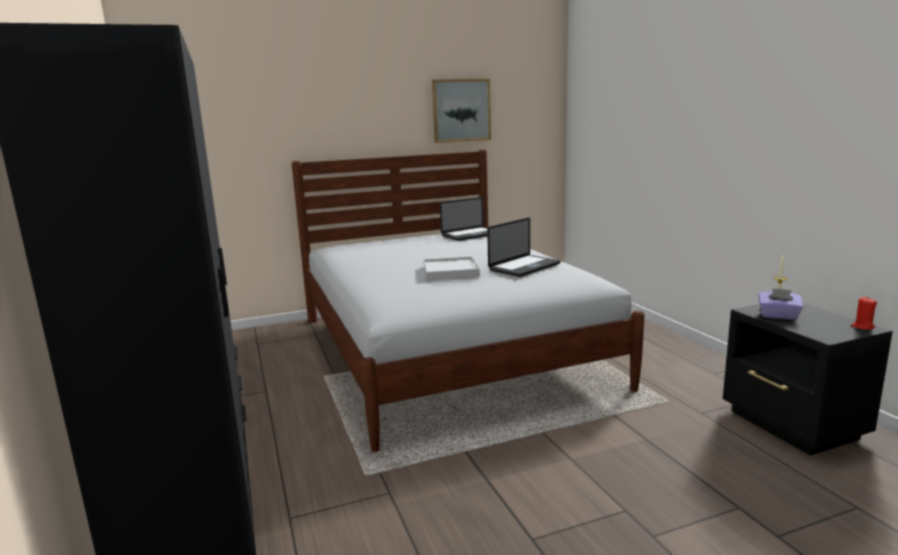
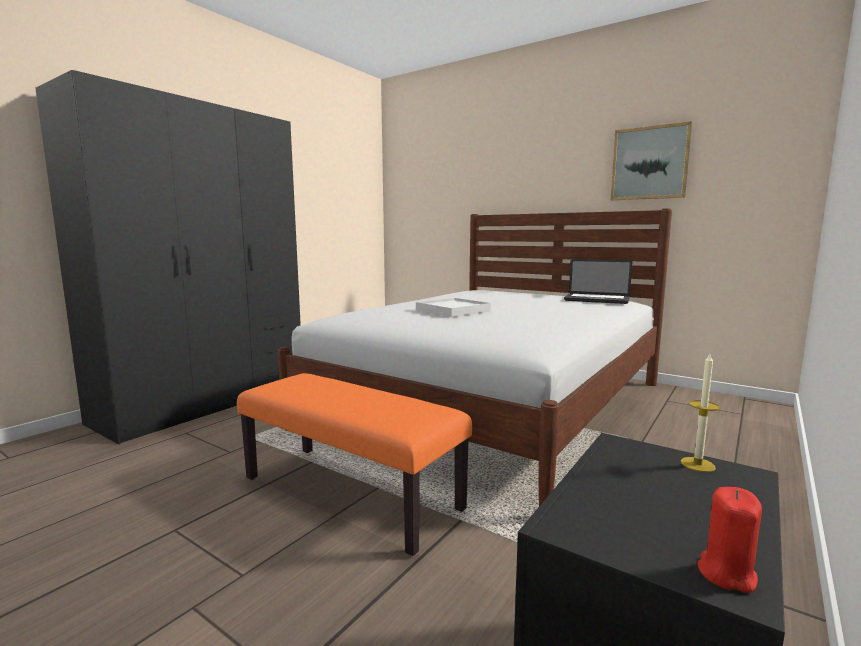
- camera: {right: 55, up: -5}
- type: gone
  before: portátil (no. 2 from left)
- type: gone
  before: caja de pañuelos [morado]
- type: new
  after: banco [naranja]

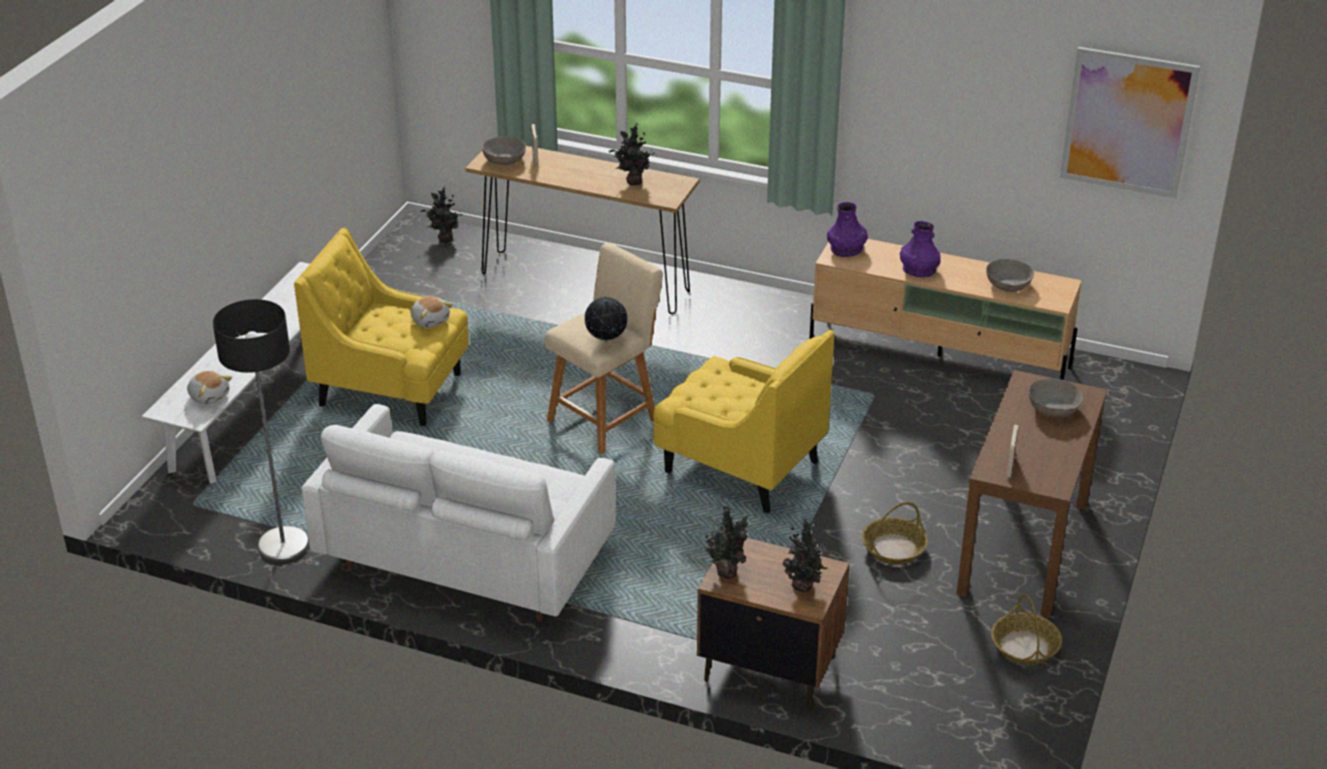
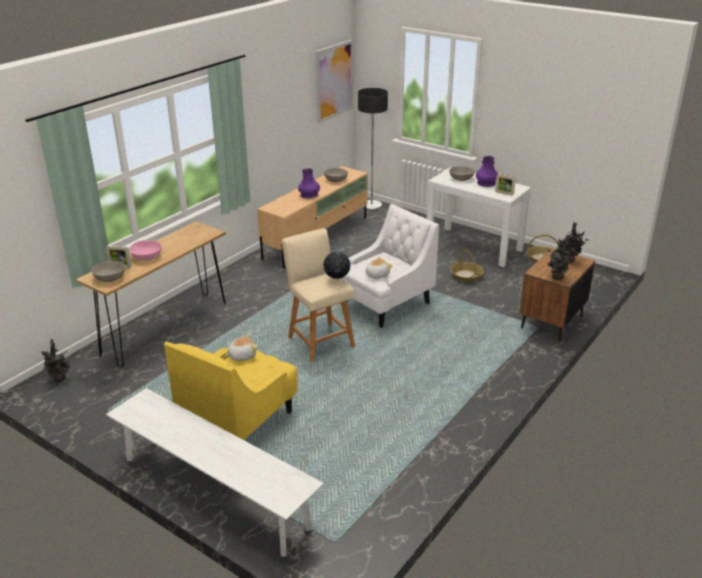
- camera: {right: -75, up: -5}
- type: gone
  before: planta en maceta (no. 2 from left)
- type: shifted
  before: florero [morado] (no. 1 from left in the first image)
  after: florero [morado] (no. 2 from left)
- type: shifted
  before: lámpara de pie
- type: repainted
  before: sillón [amarillo] (no. 2 from left)
  after: sillón [blanco]
- type: repainted
  before: mesa consola [marrón] (no. 2 from left)
  after: mesa consola [blanco]
- type: shifted
  before: peluche (no. 1 from left in the first image)
  after: peluche (no. 2 from left)
- type: gone
  before: sofá [blanco]
- type: new
  after: cuenco [rosa]

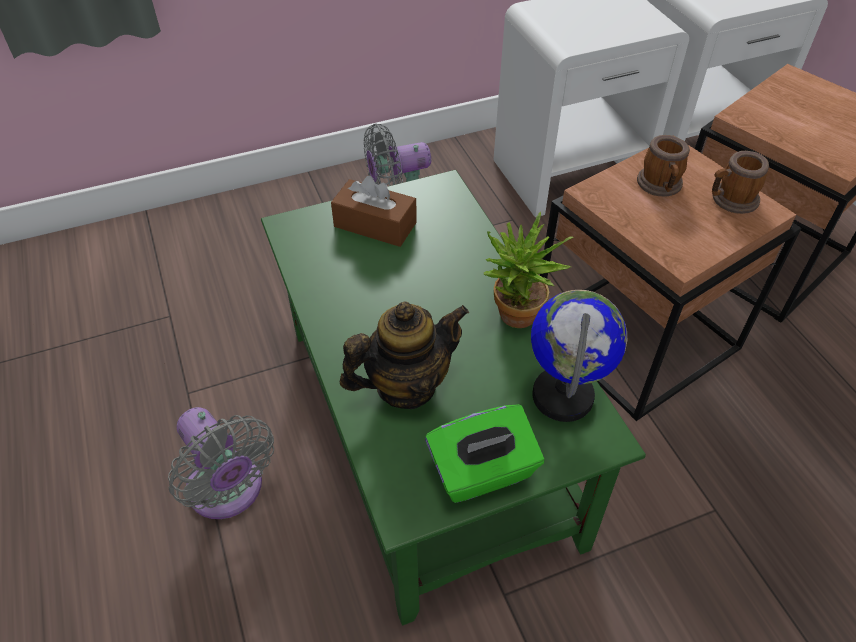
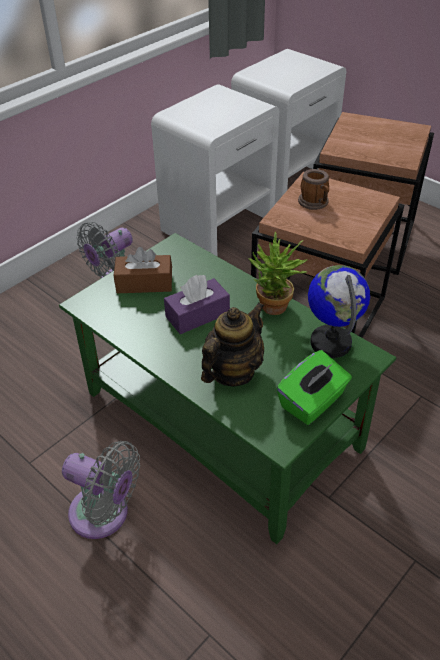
- camera: {right: -25, up: -5}
- type: gone
  before: taza grande (no. 2 from left)
- type: new
  after: caja de pañuelos [morado]

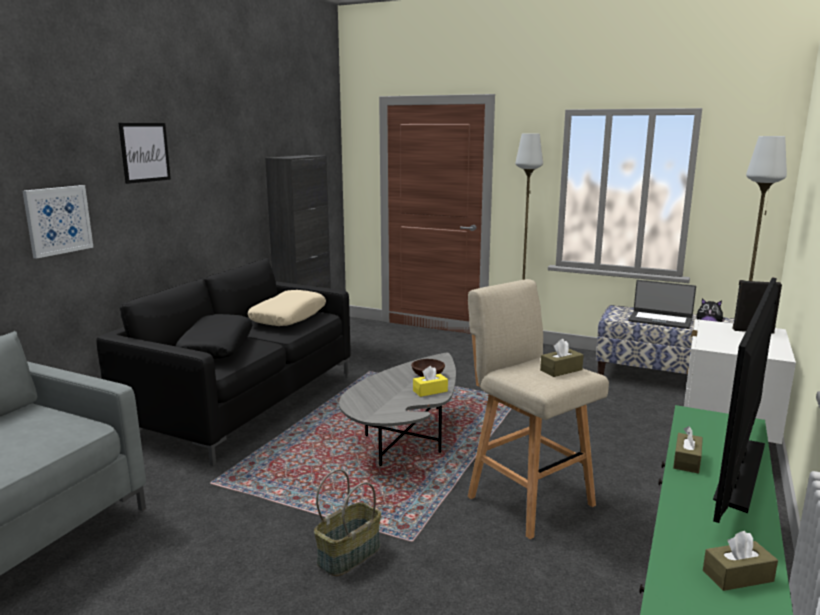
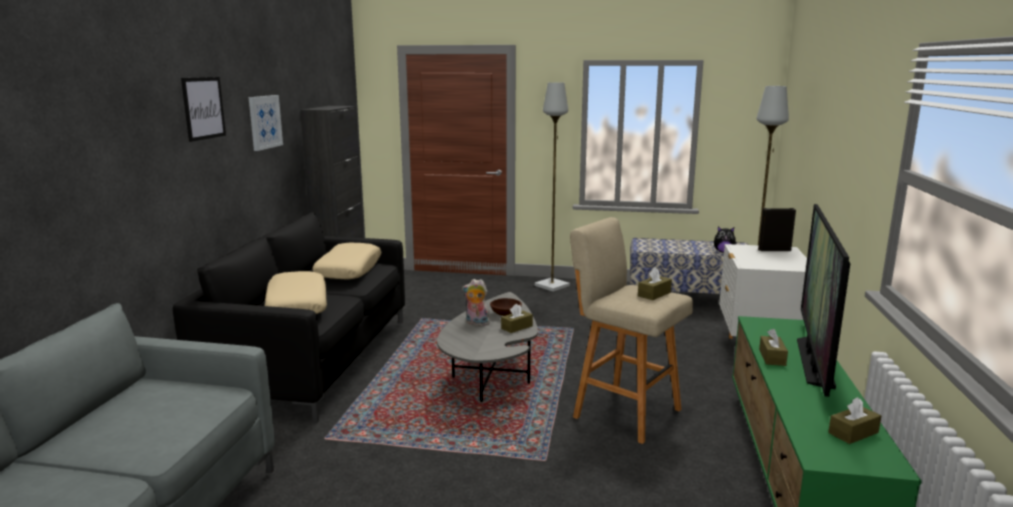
- camera: {right: -15, up: 0}
- type: shifted
  before: cuadro (no. 1 from left in the first image)
  after: cuadro (no. 2 from left)
- type: gone
  before: portátil
- type: repainted
  before: cojín [negro]
  after: cojín [beis] (no. 1 from left)
- type: repainted
  before: caja de pañuelos [amarillo]
  after: caja de pañuelos [marrón] (no. 1 from left)
- type: gone
  before: cesta
- type: new
  after: peluche (no. 1 from left)

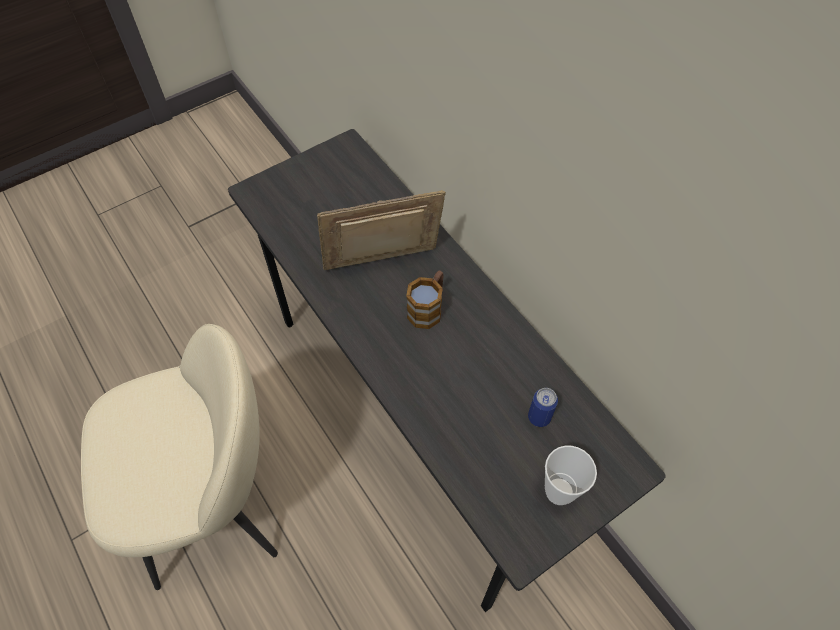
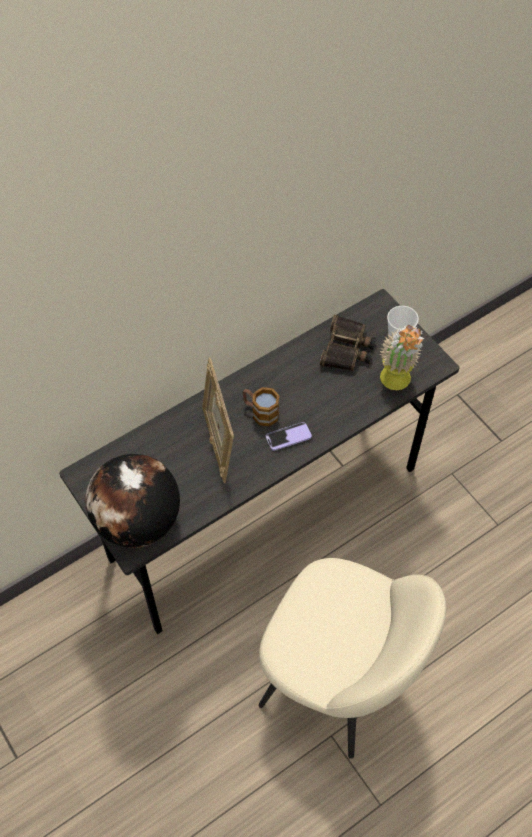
- camera: {right: -90, up: 0}
- type: rotated
  before: silla [beis]
  turn: 135
- type: swapped
  before: lata
  after: prismáticos
- type: new
  after: planta en maceta
- type: new
  after: móvil
- type: new
  after: globo terráqueo

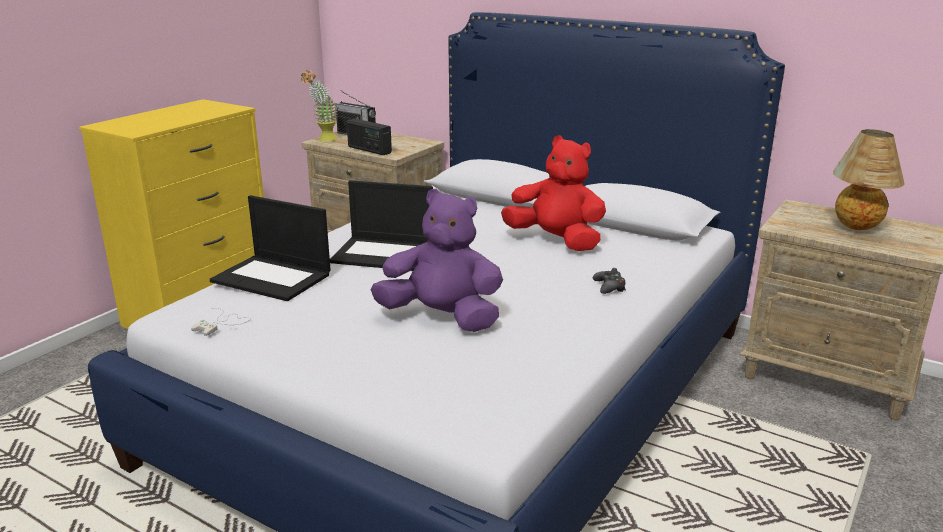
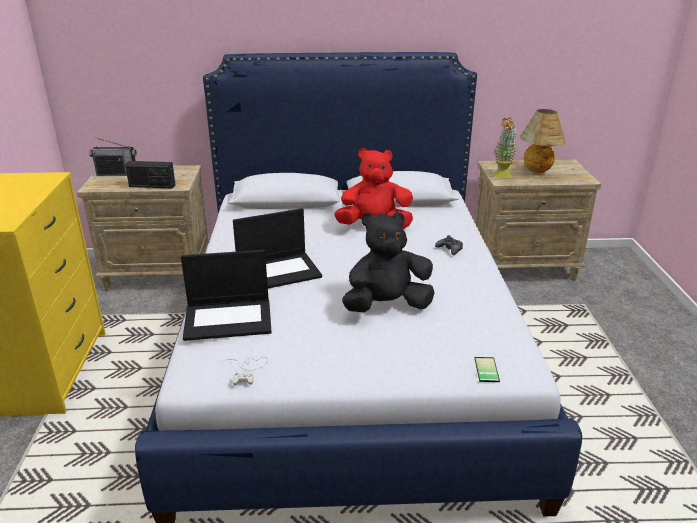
- camera: {right: -35, up: 5}
- type: shifted
  before: planta en maceta
- type: repainted
  before: peluche [morado]
  after: peluche [negro]
- type: new
  after: móvil

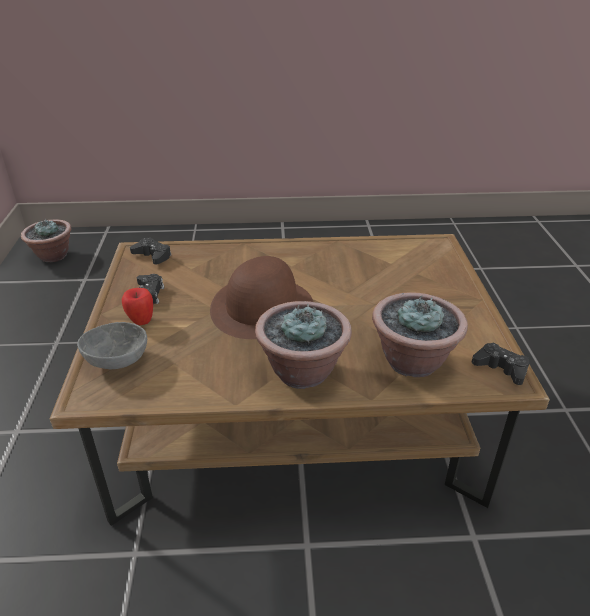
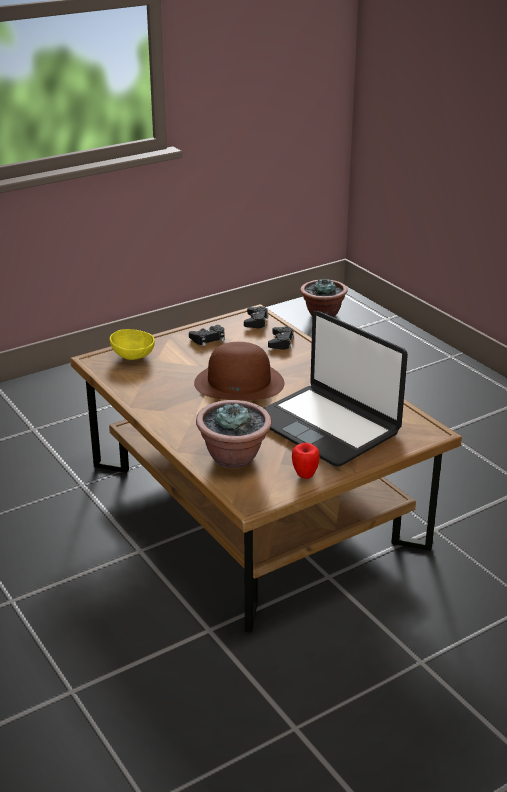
- camera: {right: 60, up: -5}
- type: shifted
  before: manzana
- type: gone
  before: planta en maceta (no. 2 from left)
- type: repainted
  before: cuenco [gris]
  after: cuenco [amarillo]
- type: shifted
  before: mando de consola [negro] (no. 3 from left)
- type: new
  after: portátil

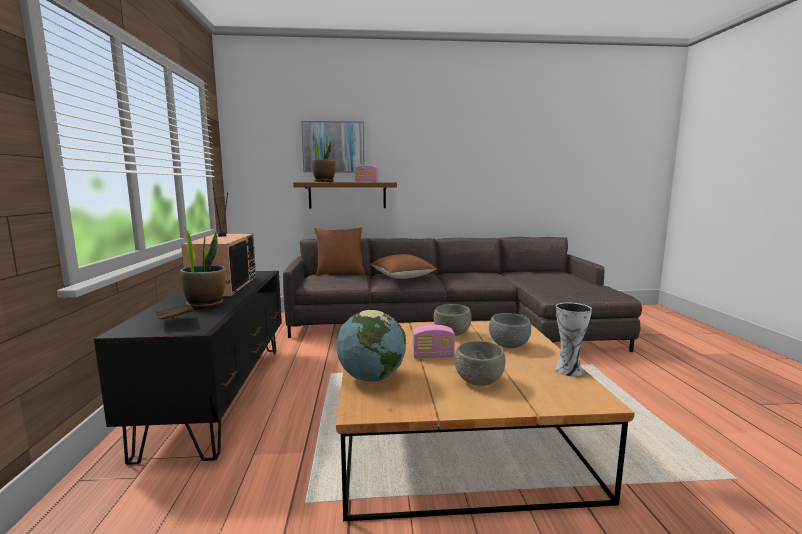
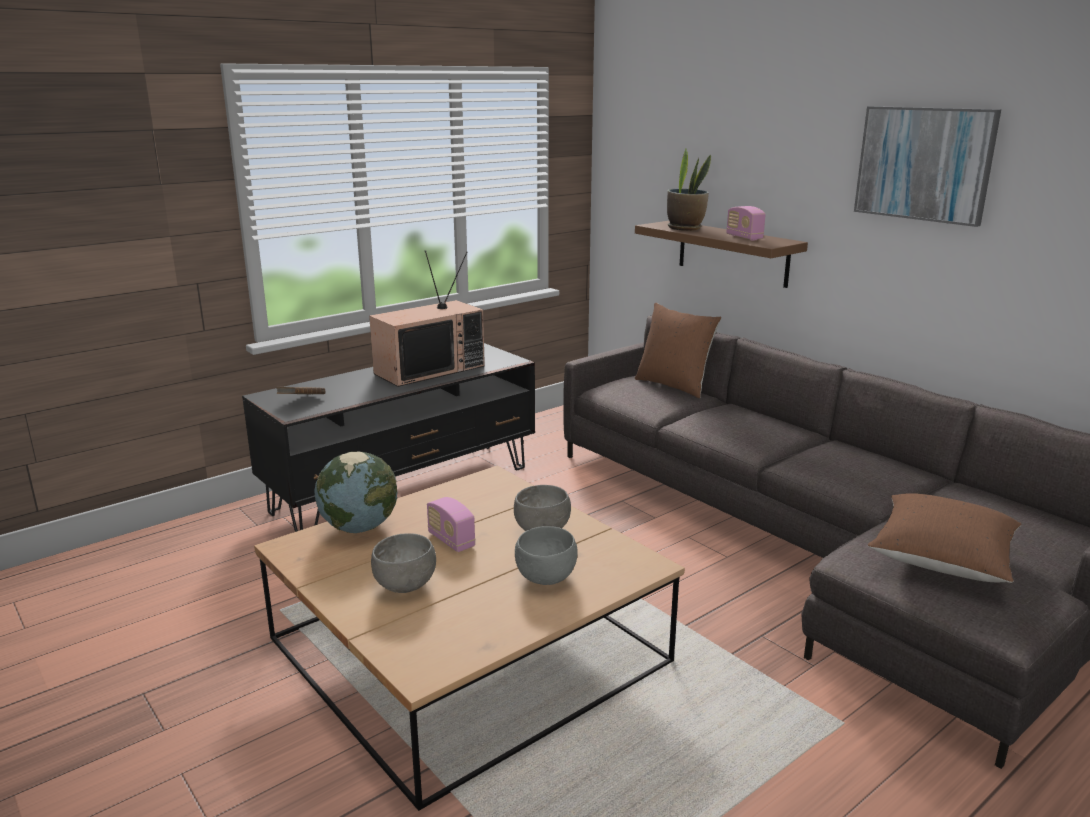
- camera: {right: 55, up: 10}
- type: shifted
  before: cuadro
- type: gone
  before: planta en maceta (no. 1 from left)
- type: shifted
  before: cojín [marrón] (no. 2 from left)
- type: gone
  before: florero

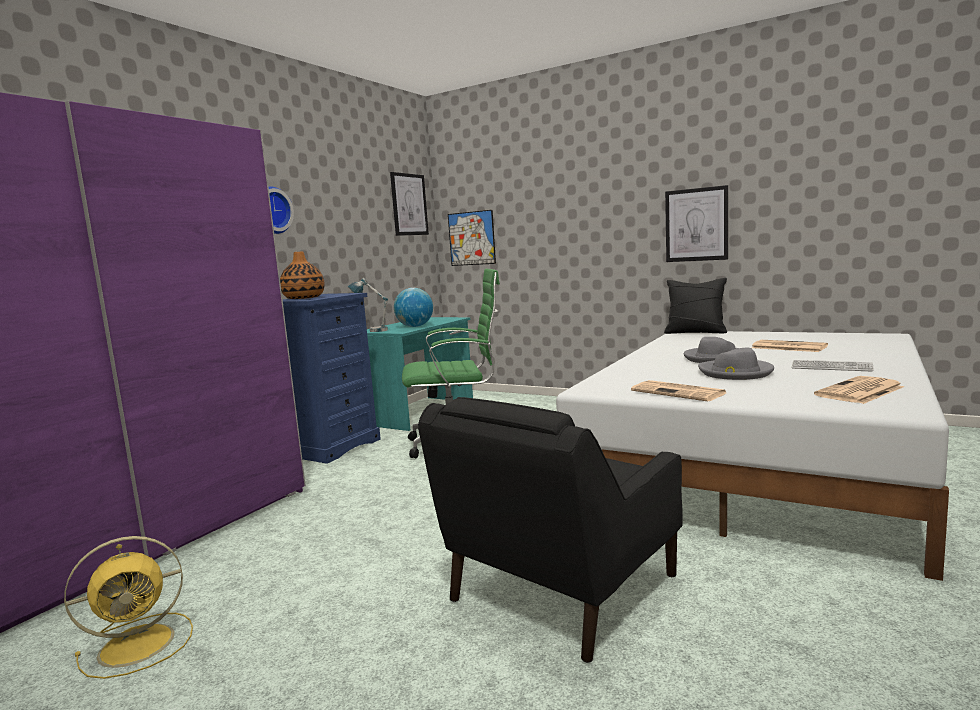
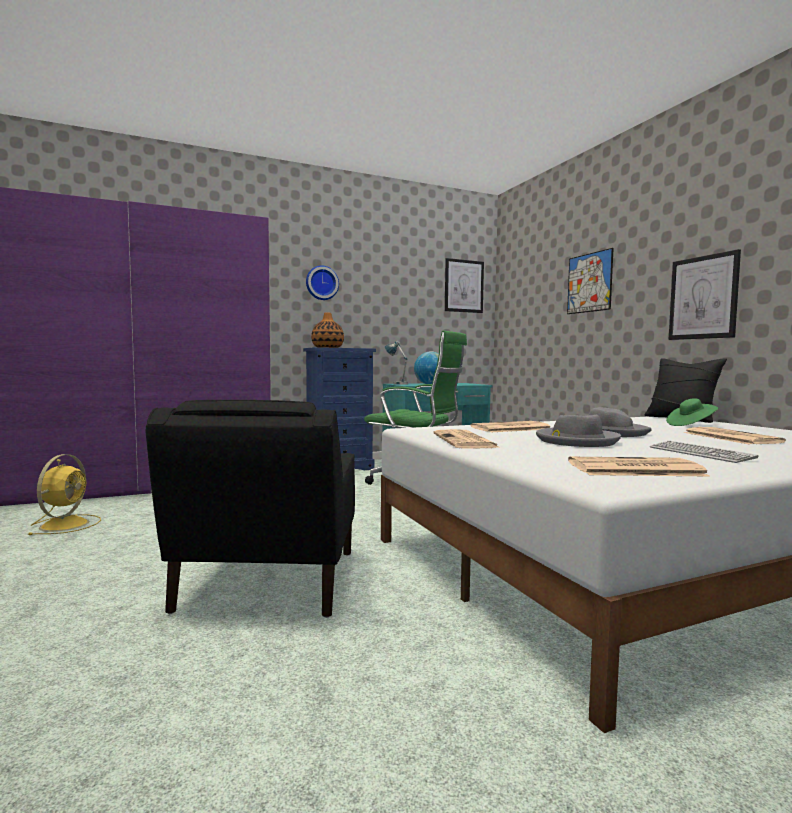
- camera: {right: 35, up: -5}
- type: shifted
  before: cuadro (no. 2 from left)
- type: rotated
  before: sillón [negro]
  turn: -75
- type: rotated
  before: ventilador [amarillo]
  turn: -90
- type: new
  after: sombrero [verde]
- type: new
  after: periódico (no. 2 from left)

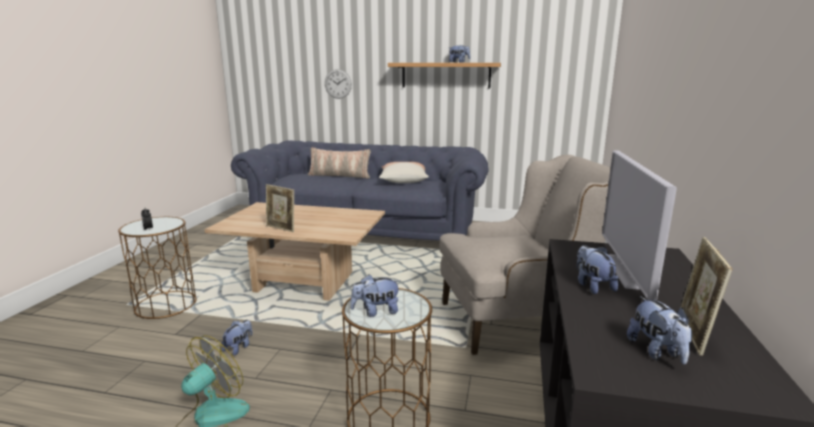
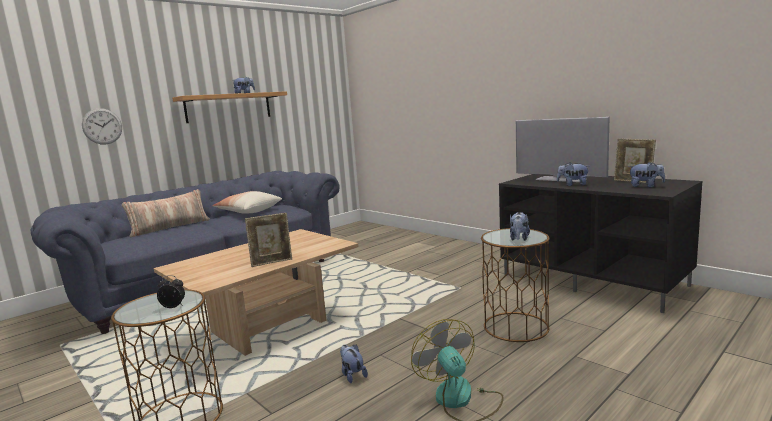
- camera: {right: -55, up: -5}
- type: gone
  before: sillón [beis]

